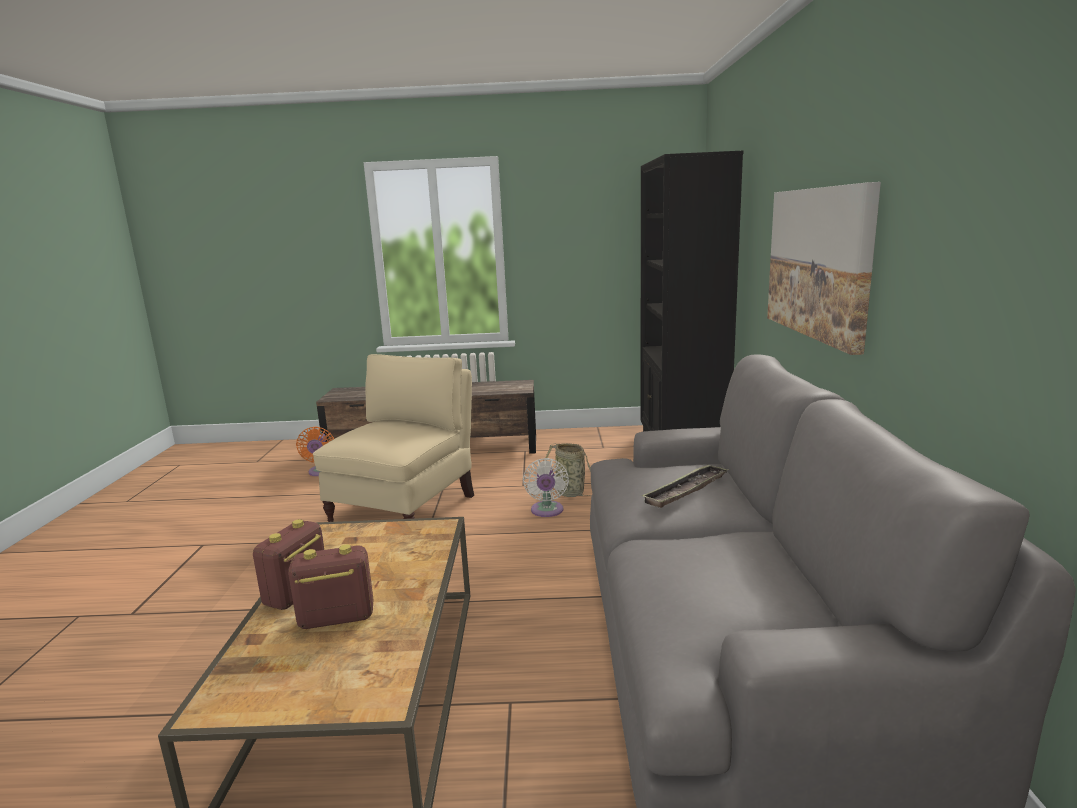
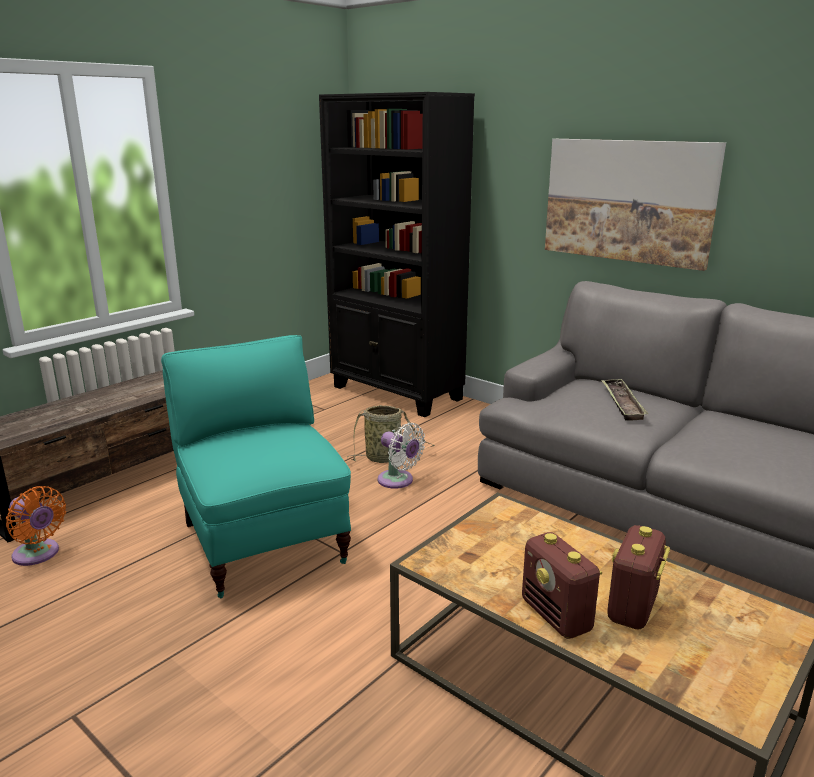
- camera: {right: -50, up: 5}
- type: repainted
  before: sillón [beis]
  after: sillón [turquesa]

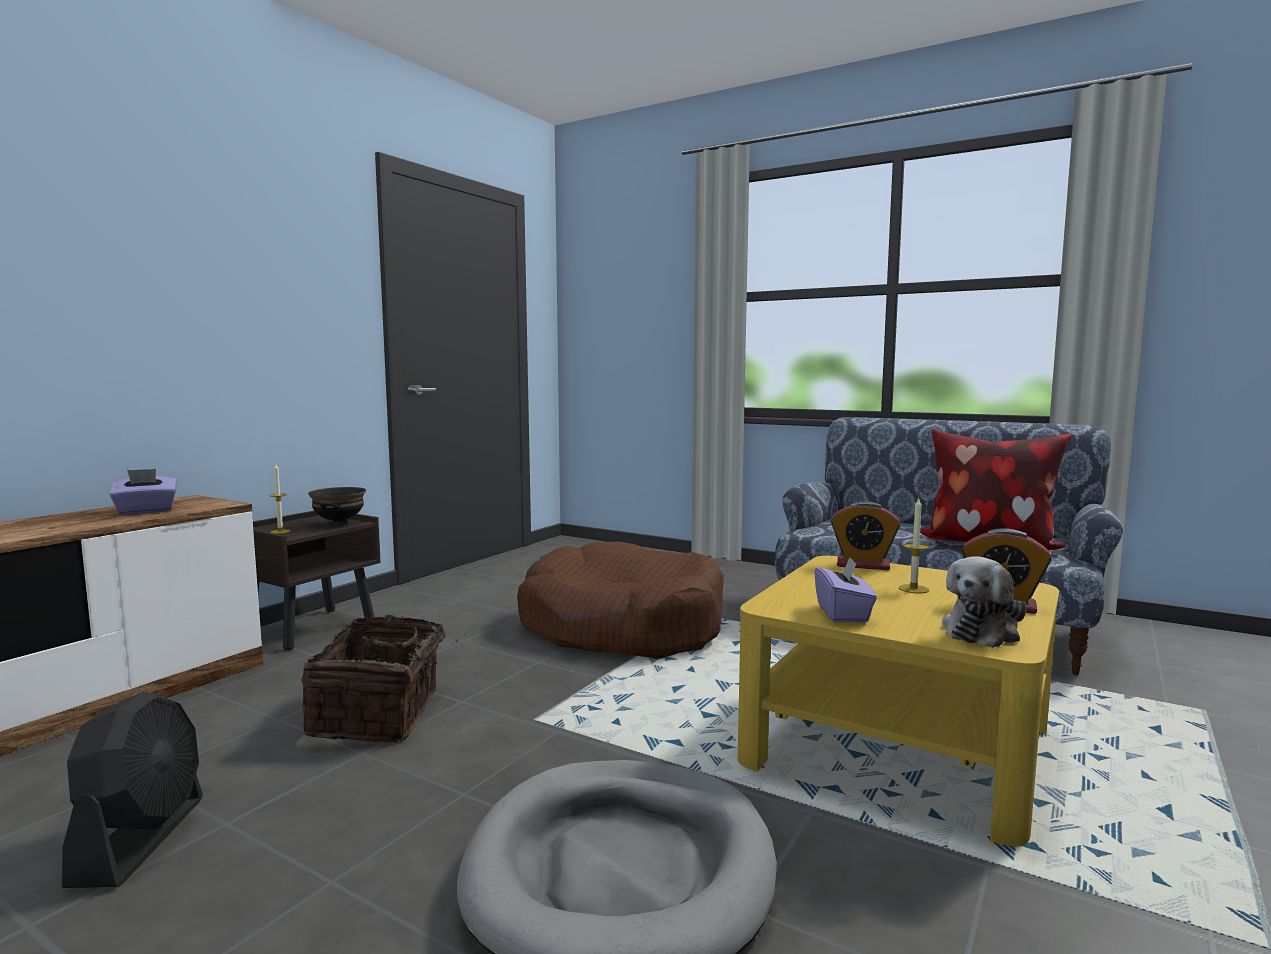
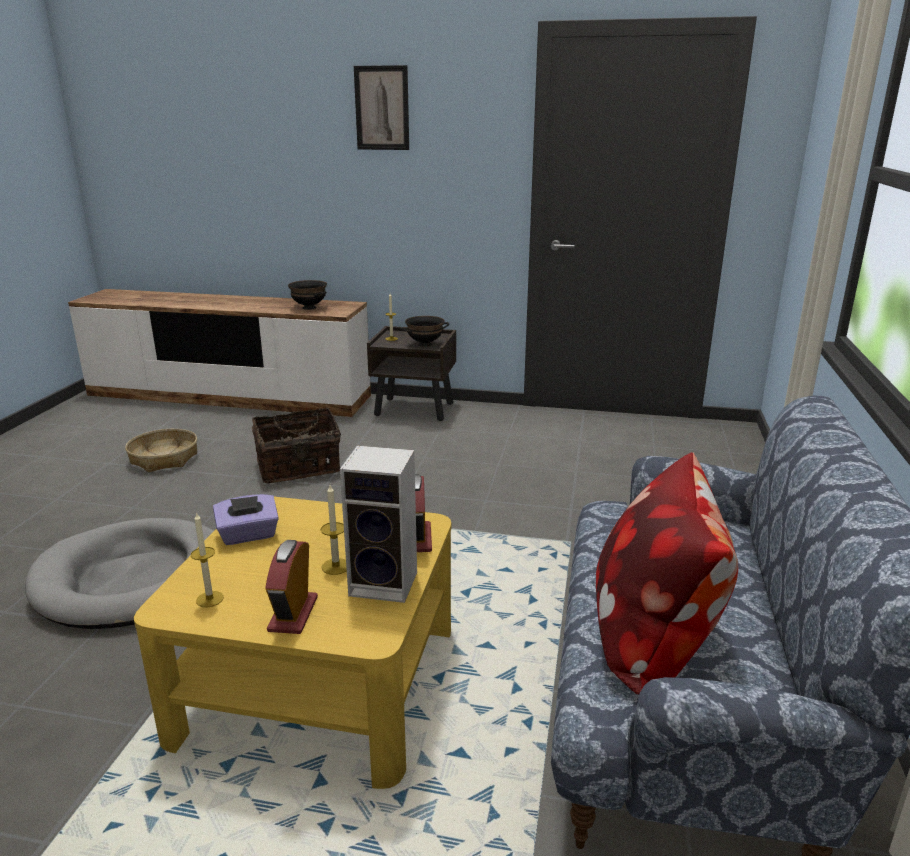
- camera: {right: 70, up: 15}
- type: swapped
  before: caja de pañuelos [morado] (no. 1 from left)
  after: cuenco [negro] (no. 1 from left)
- type: gone
  before: cama para perro [marrón]
- type: swapped
  before: peluche
  after: vela (no. 1 from left)
- type: swapped
  before: ventilador [negro]
  after: cesta (no. 1 from left)
- type: new
  after: cuadro
- type: new
  after: altavoz

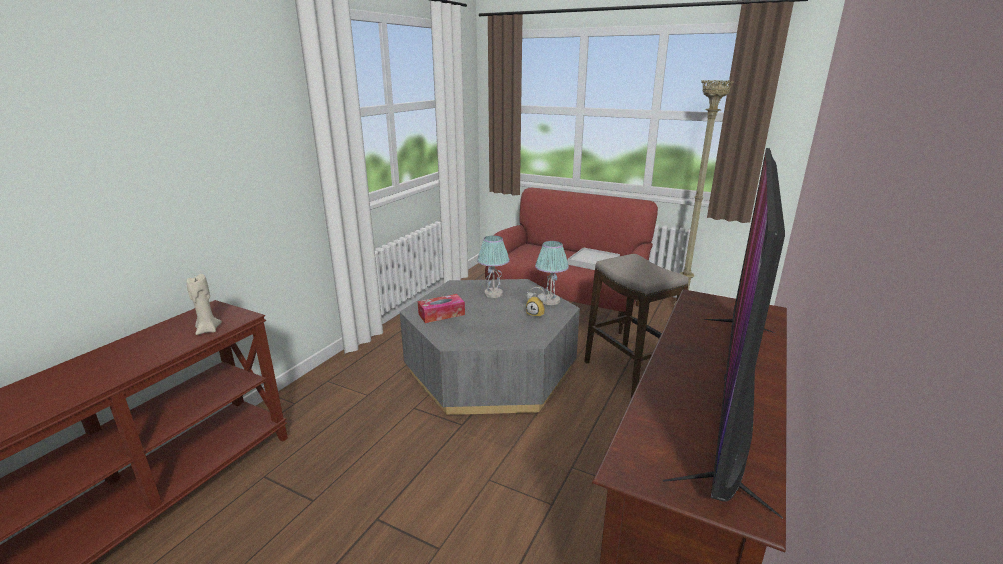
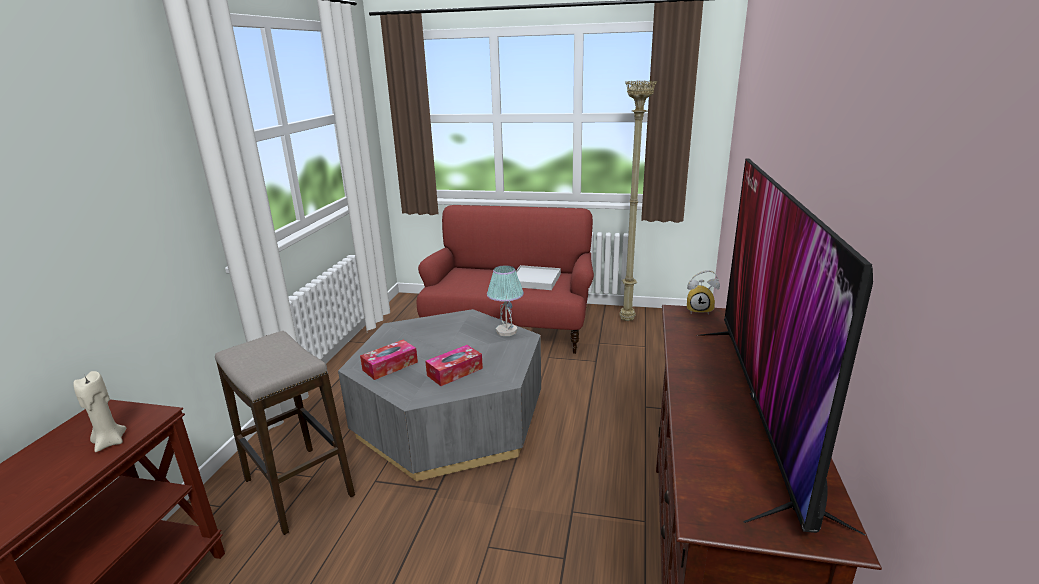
- camera: {right: -15, up: 0}
- type: gone
  before: lámpara de mesa (no. 1 from left)
- type: shifted
  before: taburete
- type: shifted
  before: despertador
- type: new
  after: caja de pañuelos (no. 2 from left)

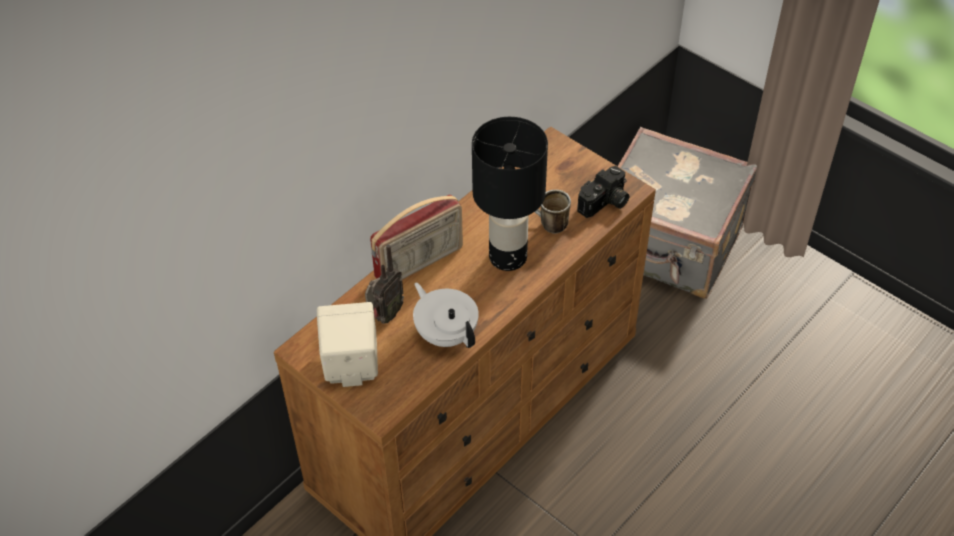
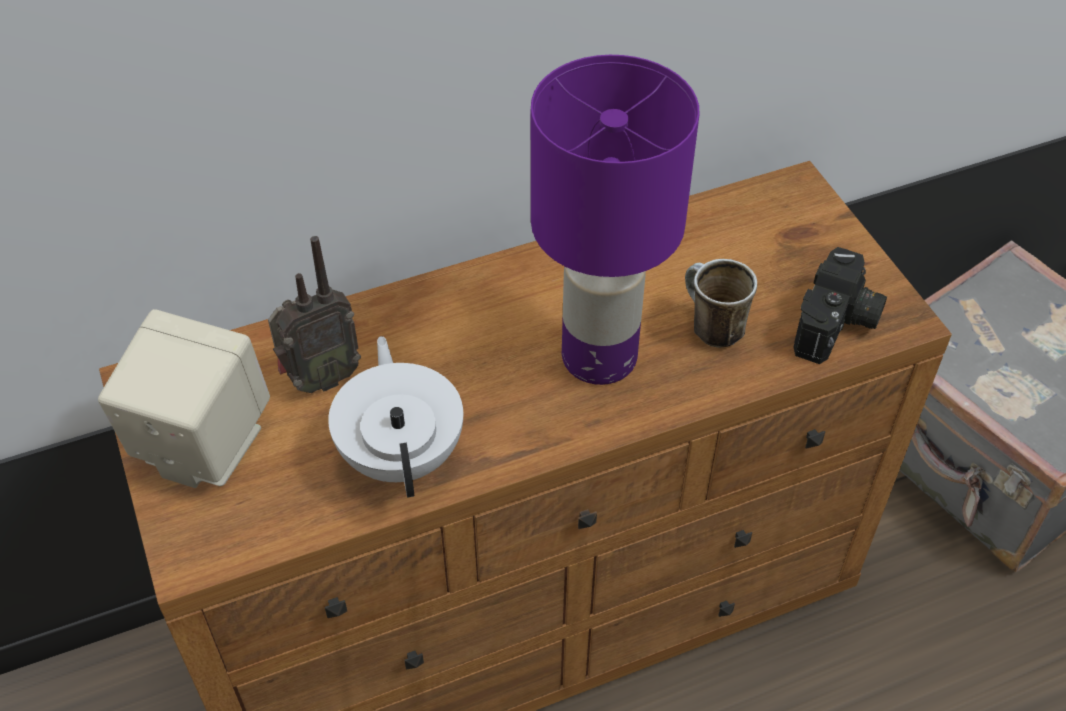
- camera: {right: 25, up: 0}
- type: repainted
  before: lámpara de mesa [negro]
  after: lámpara de mesa [morado]
- type: rotated
  before: cámara
  turn: -45
- type: gone
  before: radio (no. 2 from left)

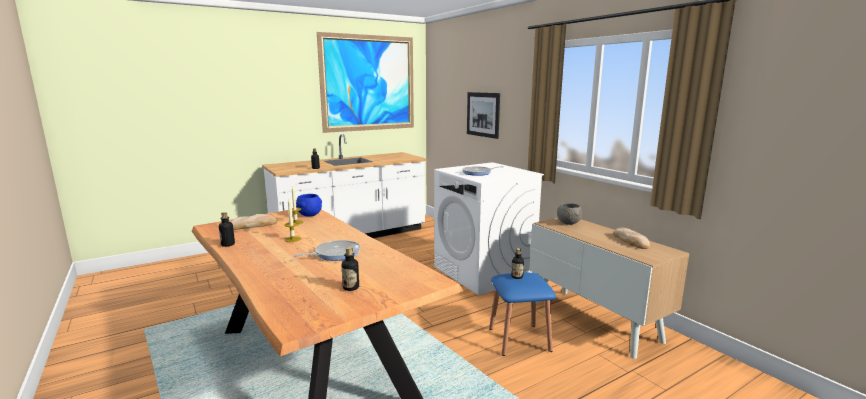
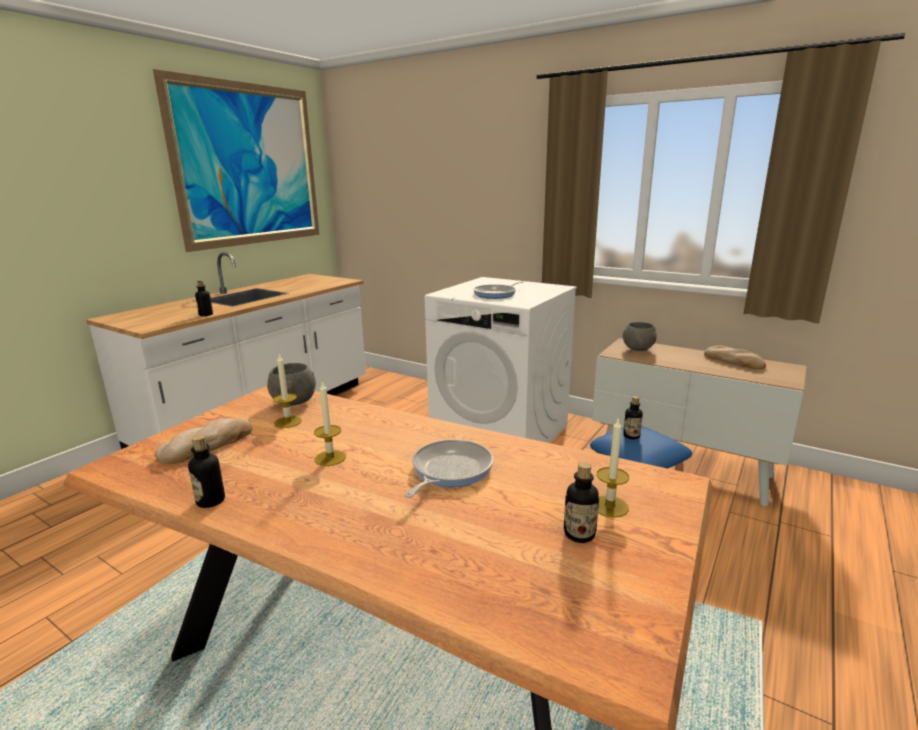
- camera: {right: -25, up: 5}
- type: gone
  before: cuadro (no. 2 from left)
- type: repainted
  before: cuenco [azul]
  after: cuenco [gris] (no. 1 from left)
- type: new
  after: vela (no. 3 from left)

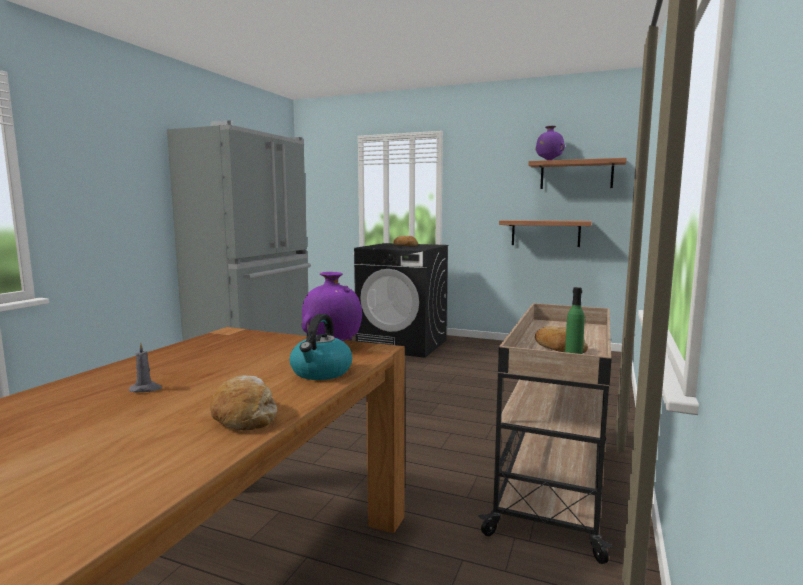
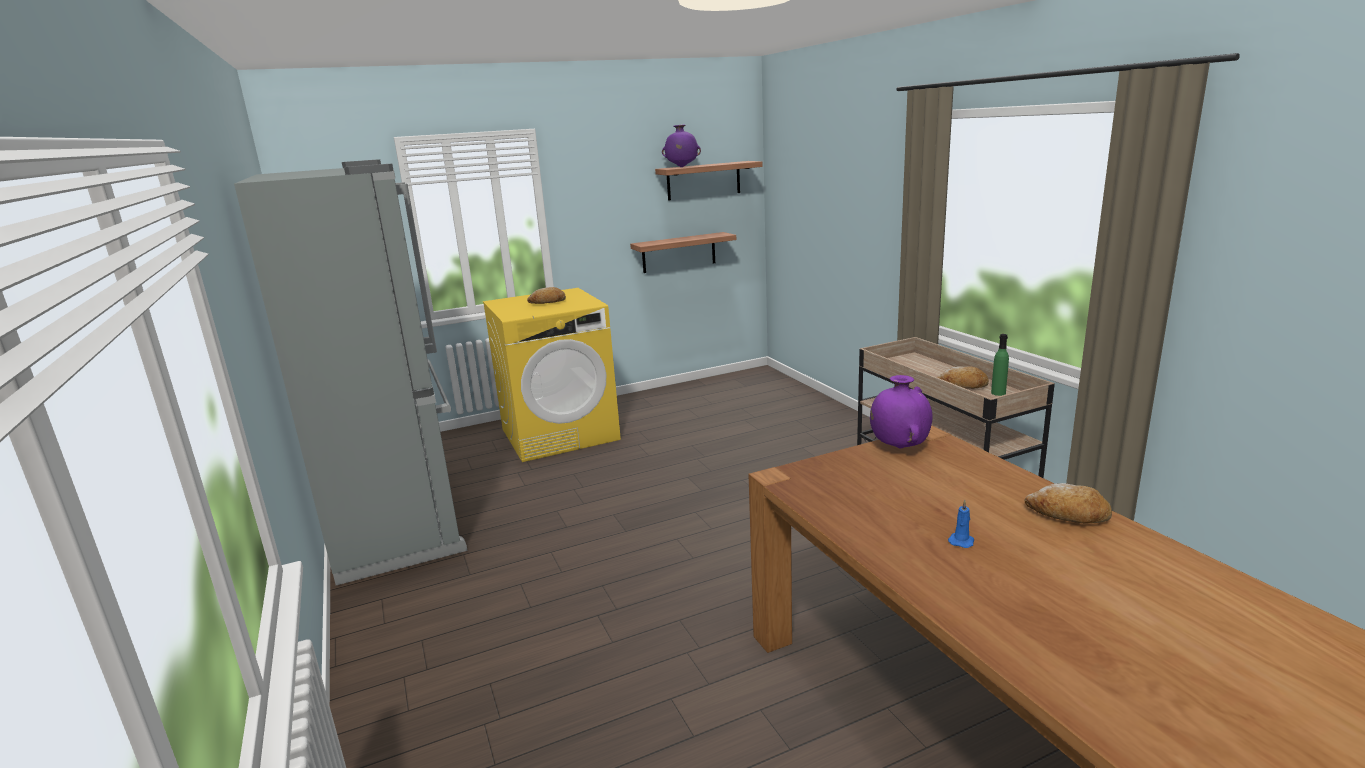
- camera: {right: -45, up: 10}
- type: repainted
  before: lavadora [negro]
  after: lavadora [amarillo]
- type: gone
  before: hervidor
- type: repainted
  before: vela [gris]
  after: vela [azul]

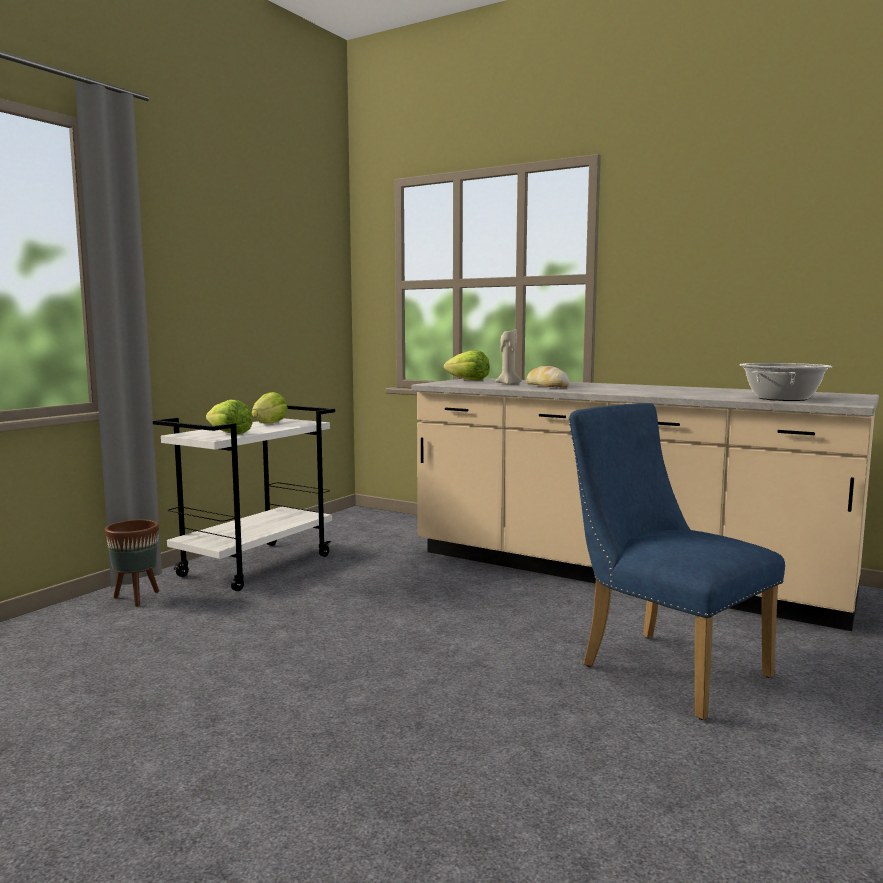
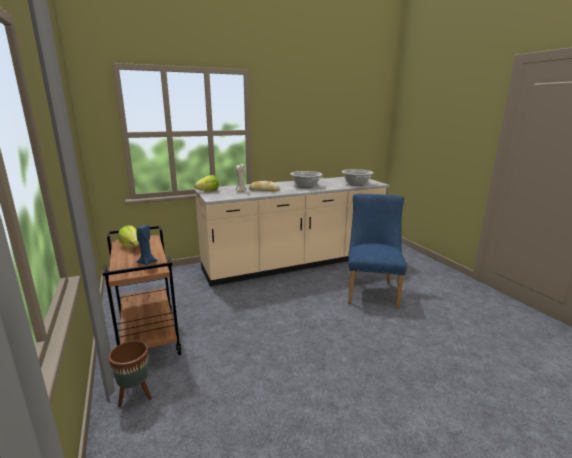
- camera: {right: -55, up: 10}
- type: swapped
  before: lechuga (no. 1 from left)
  after: vela [azul]
- type: rotated
  before: silla [azul]
  turn: 105
- type: repainted
  before: carrito [blanco]
  after: carrito [marrón]
- type: new
  after: olla (no. 1 from left)

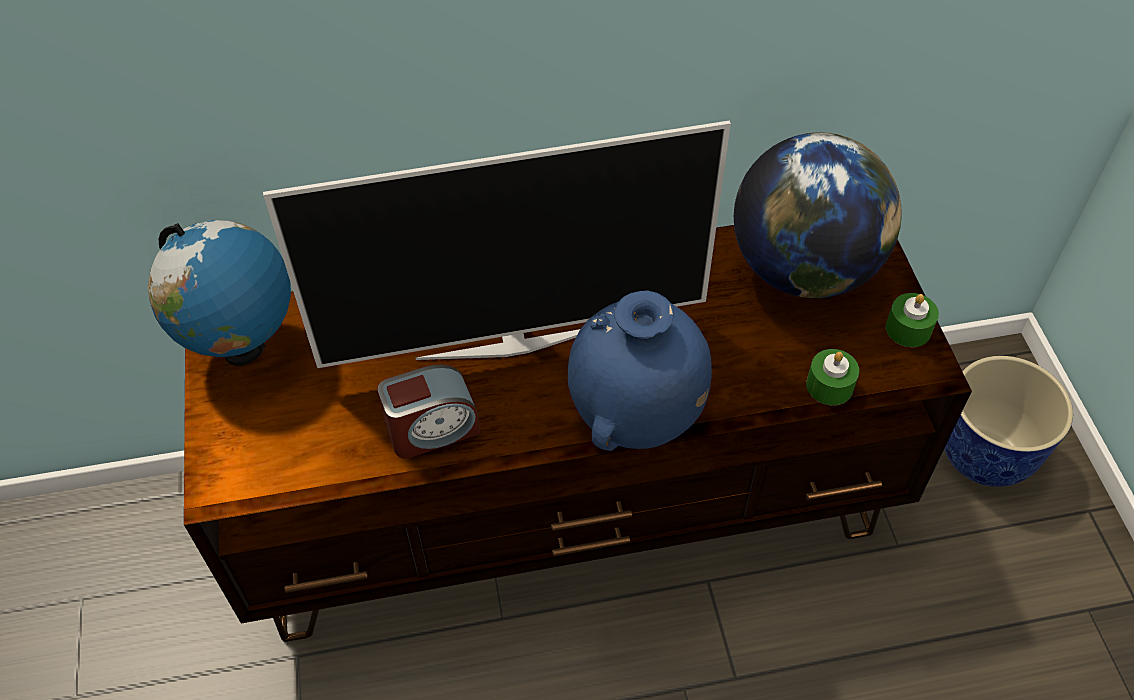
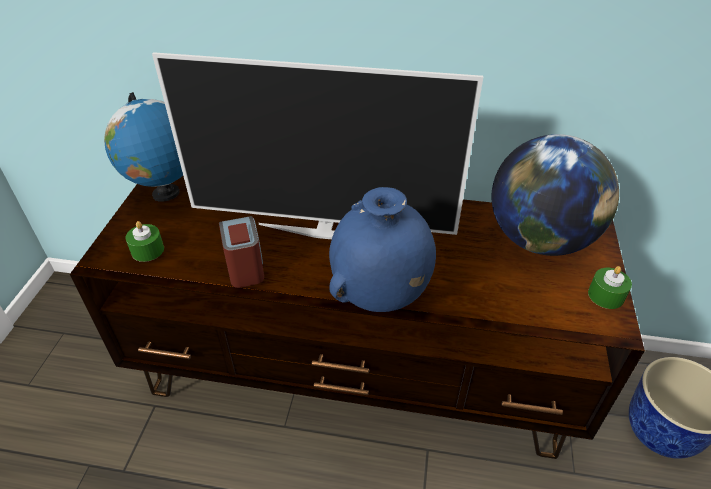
- camera: {right: 20, up: -10}
- type: shifted
  before: vela [verde] (no. 1 from left)
- type: rotated
  before: despertador
  turn: -105

